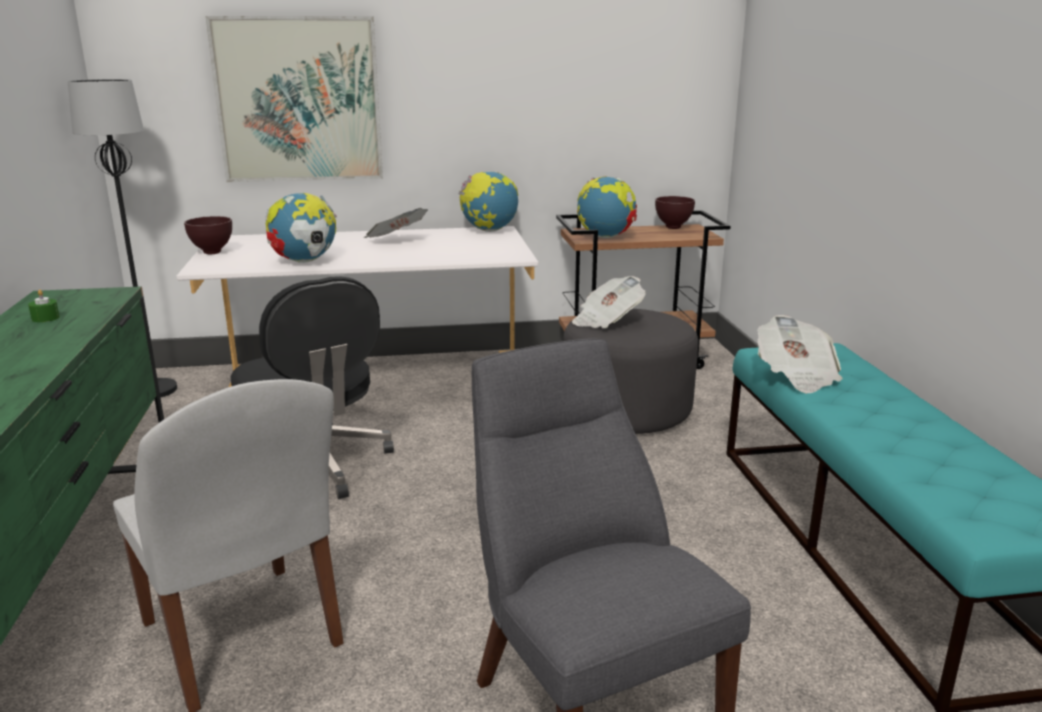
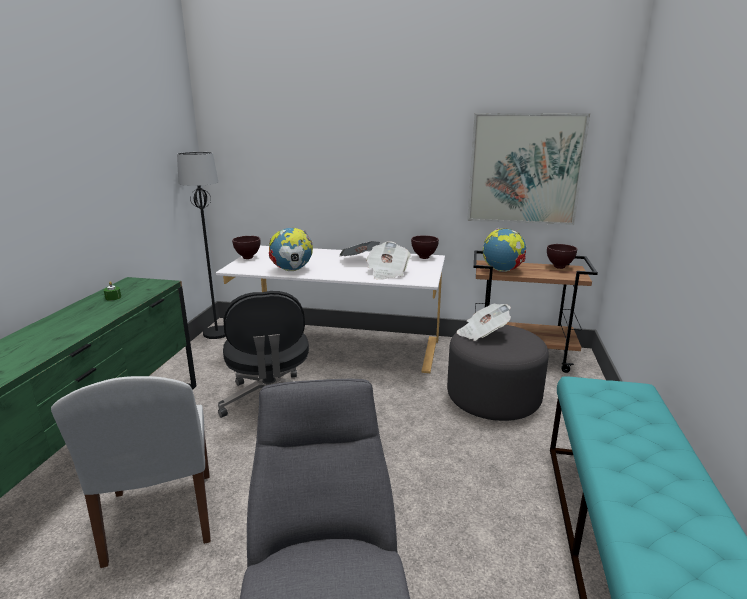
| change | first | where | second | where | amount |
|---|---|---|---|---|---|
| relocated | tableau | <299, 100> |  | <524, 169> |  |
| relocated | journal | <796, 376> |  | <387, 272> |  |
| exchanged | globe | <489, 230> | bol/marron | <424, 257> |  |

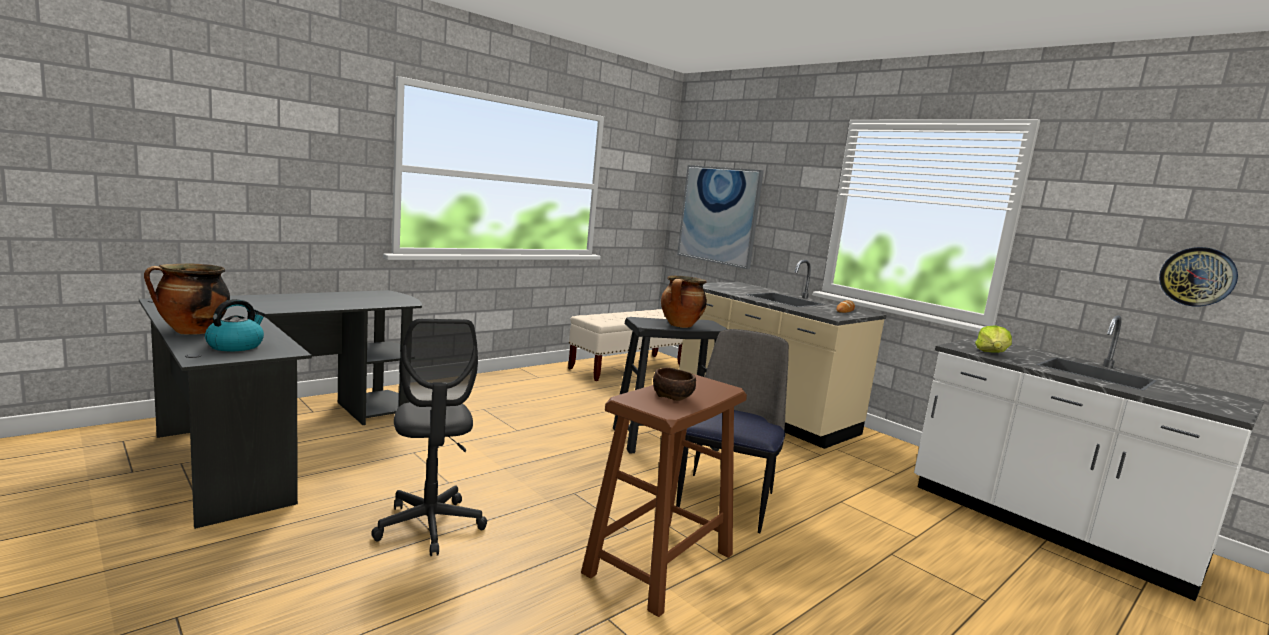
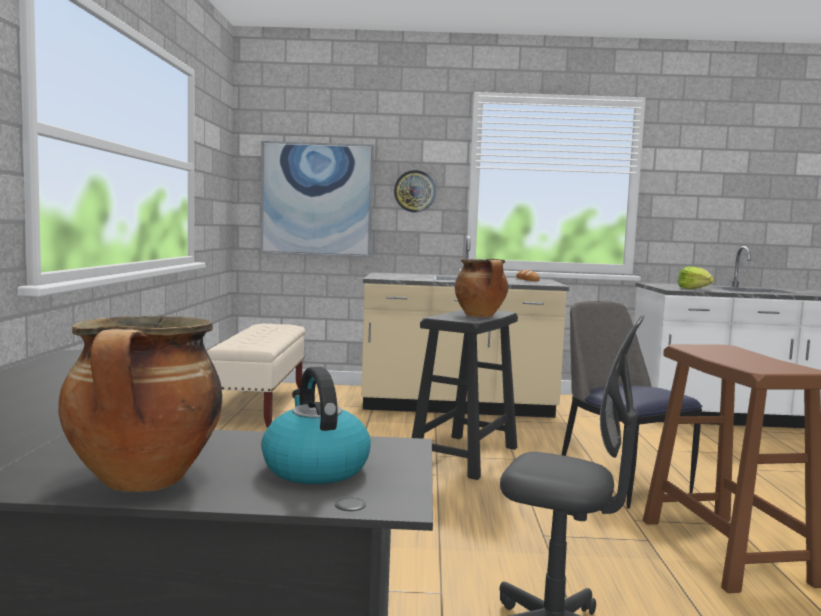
| change | first | where | second | where | amount |
|---|---|---|---|---|---|
| missing | bol/marron | <673, 396> |  |  |  |
| relocated | horloge murale | <1197, 276> |  | <414, 191> |  |

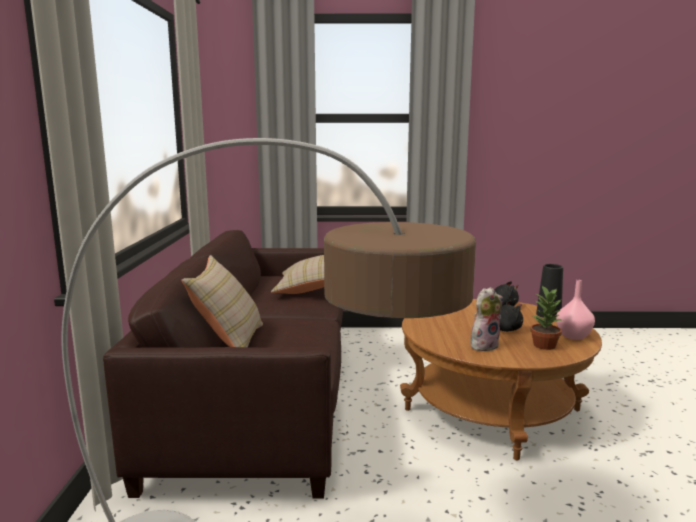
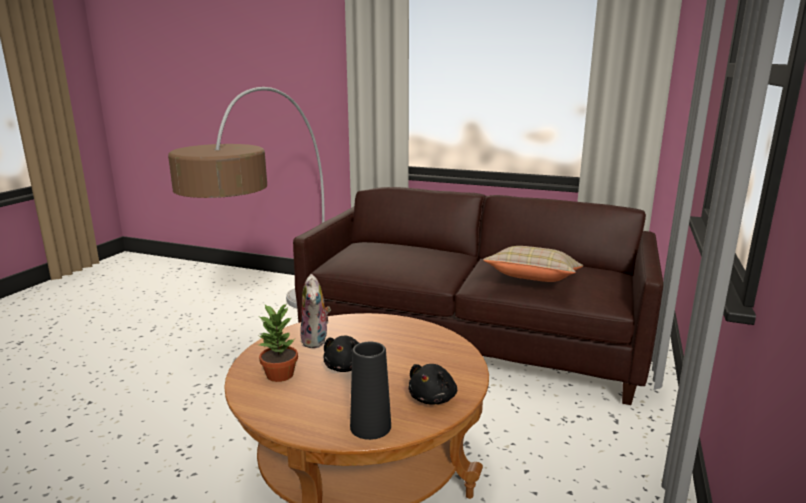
| change | first | where | second | where | amount |
|---|---|---|---|---|---|
| missing | coussin/beige | <229, 341> |  |  |  |
| missing | vase/rose | <573, 336> |  |  |  |

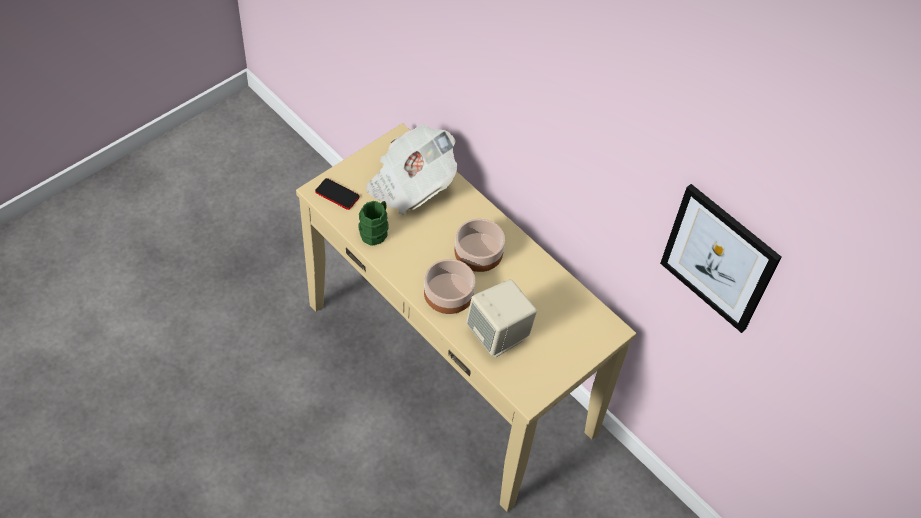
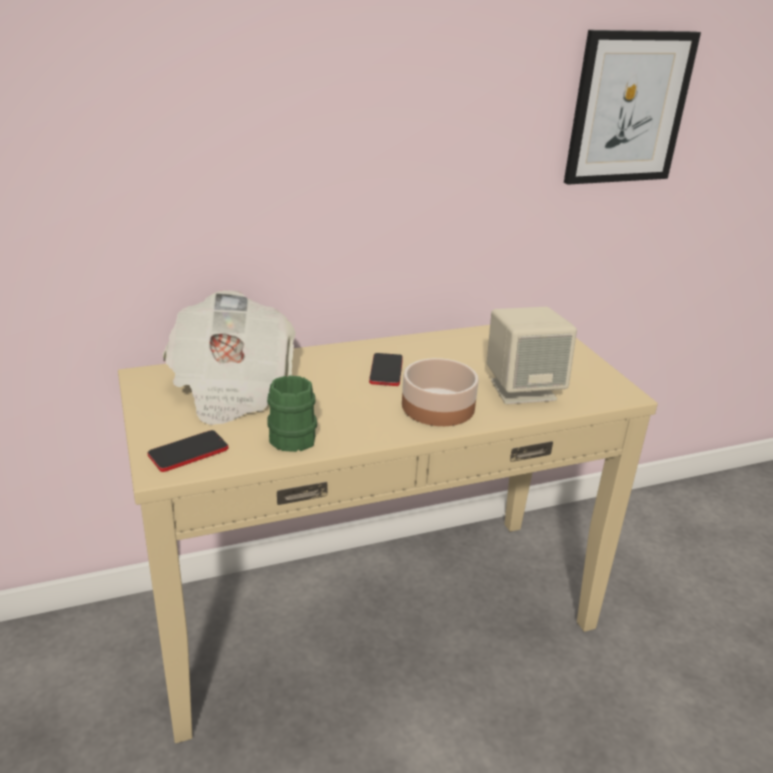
| change | first | where | second | where | amount |
|---|---|---|---|---|---|
| exchanged | bol | <479, 252> | téléphone | <386, 370> |  |

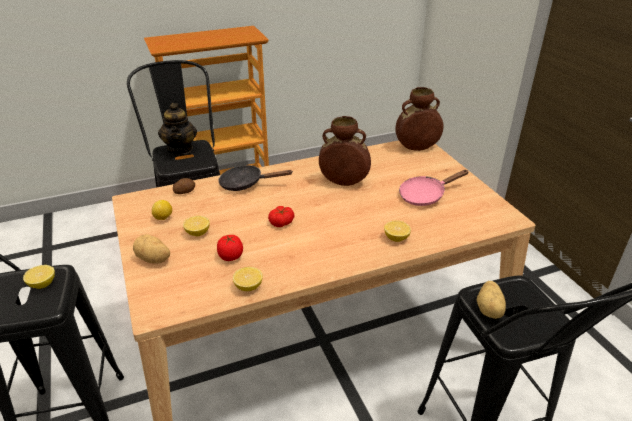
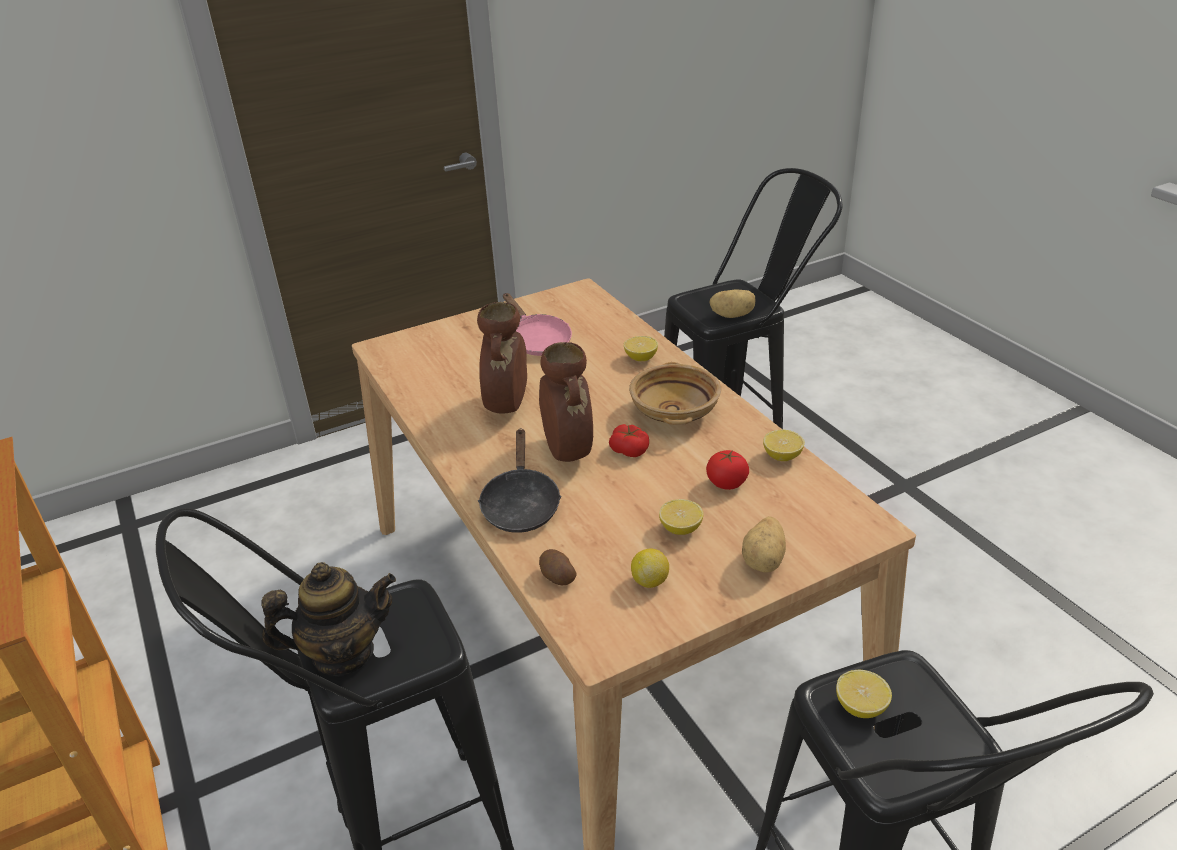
| change | first | where | second | where | amount |
|---|---|---|---|---|---|
| appeared |  |  | bol/beige | <675, 412> |  |
| relocated | vase/marron | <416, 148> |  | <567, 452> |  |

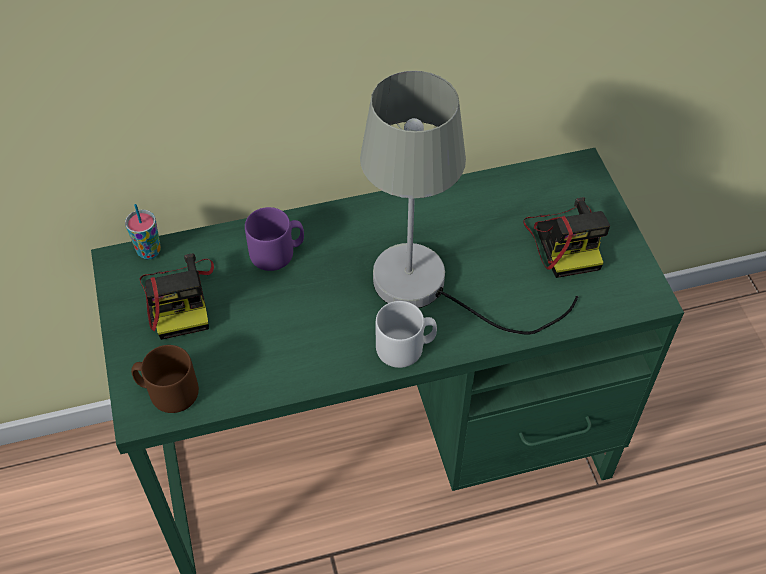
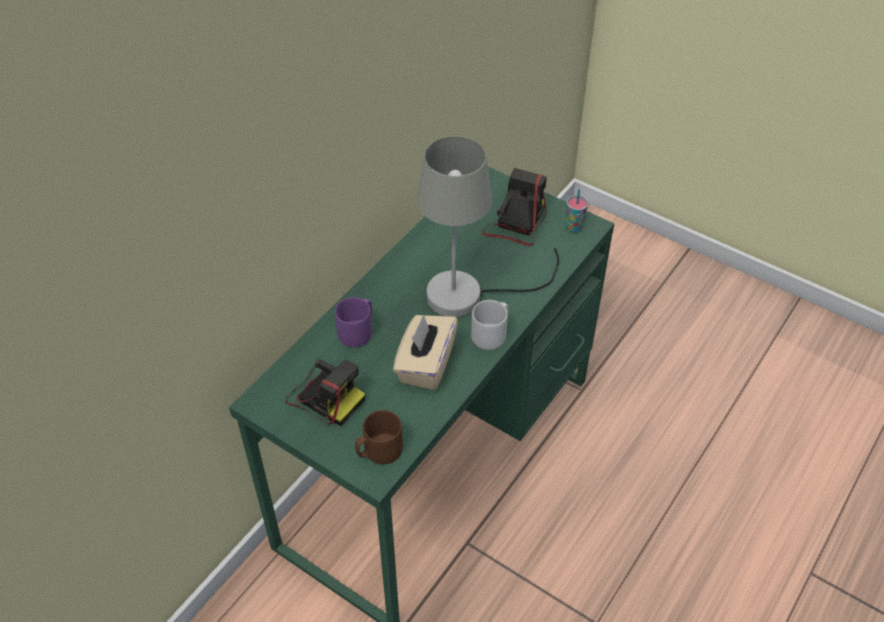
| change | first | where | second | where | amount |
|---|---|---|---|---|---|
| appeared |  |  | boîte à mouchoirs/beige | <425, 365> |  |
| relocated | tasse | <149, 251> |  | <573, 228> |  |
| spun | appareil photo | <565, 241> |  | <517, 223> | 105 degrees counterclockwise |

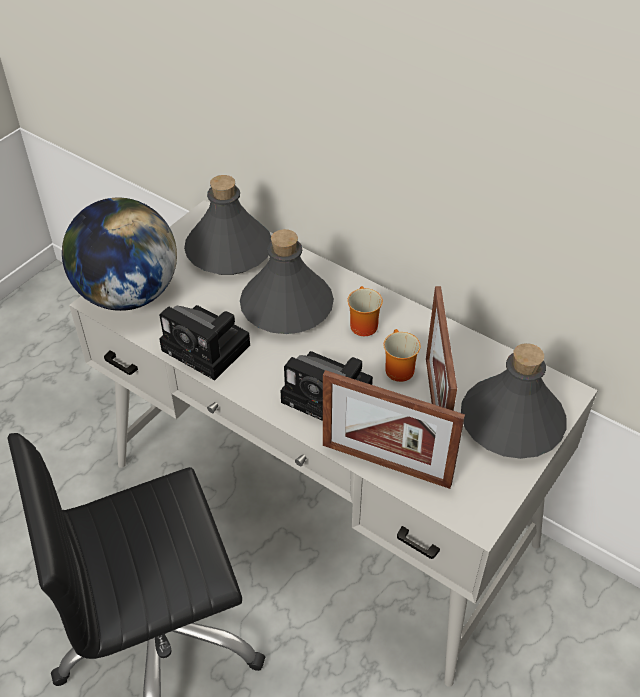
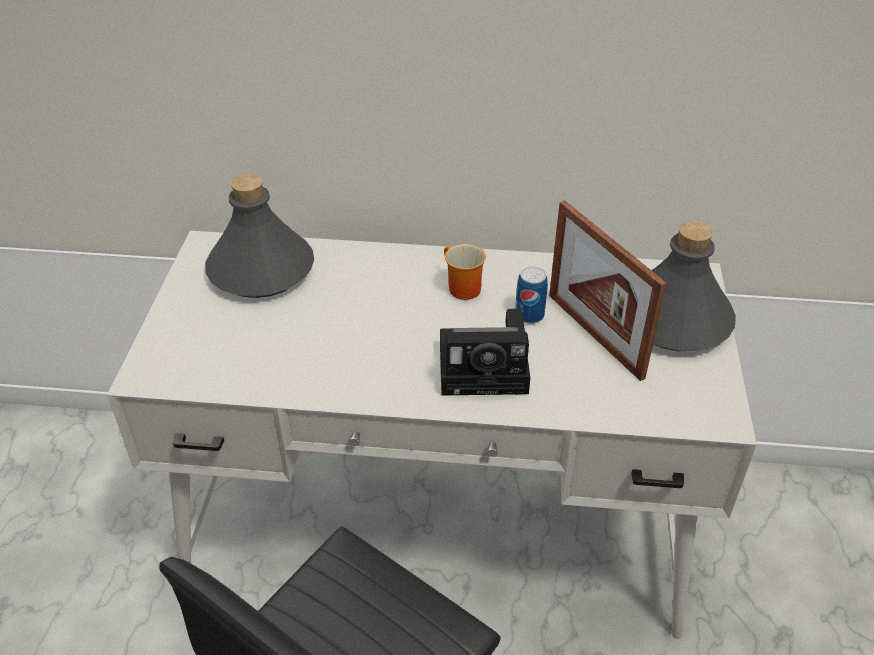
| change | first | where | second | where | amount |
|---|---|---|---|---|---|
| missing | globe | <128, 294> |  |  |  |
| missing | appareil photo | <209, 349> |  |  |  |
| missing | bouteille/gris | <286, 307> |  |  |  |
| missing | cadre photo | <386, 464> |  |  |  |
| exchanged | mug | <396, 368> | boîte métallique | <529, 315> |  |

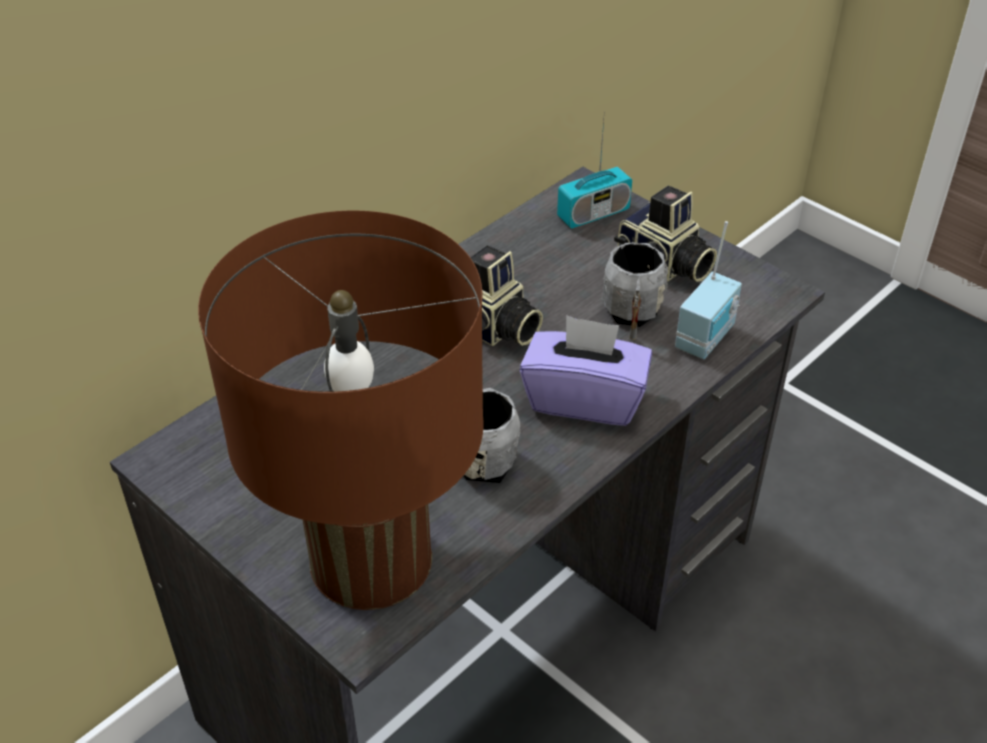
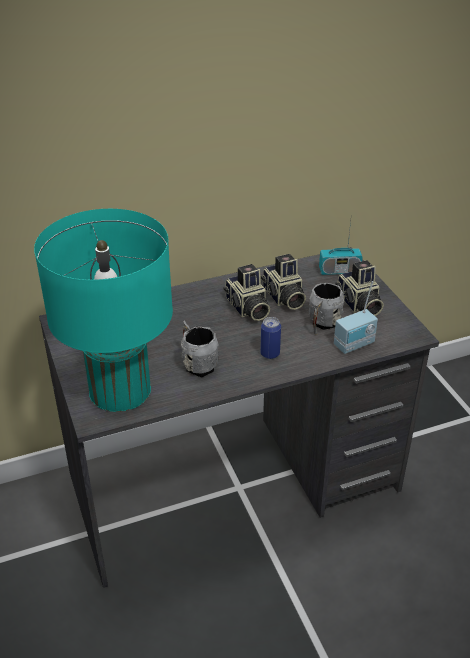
| change | first | where | second | where | amount |
|---|---|---|---|---|---|
| appeared |  |  | appareil photo | <283, 298> |  |
| exchanged | boîte à mouchoirs/violet | <584, 399> | boîte métallique | <270, 354> |  |
| colour | lampe de table/marron | <370, 559> | lampe de table/turquoise | <119, 390> |  |

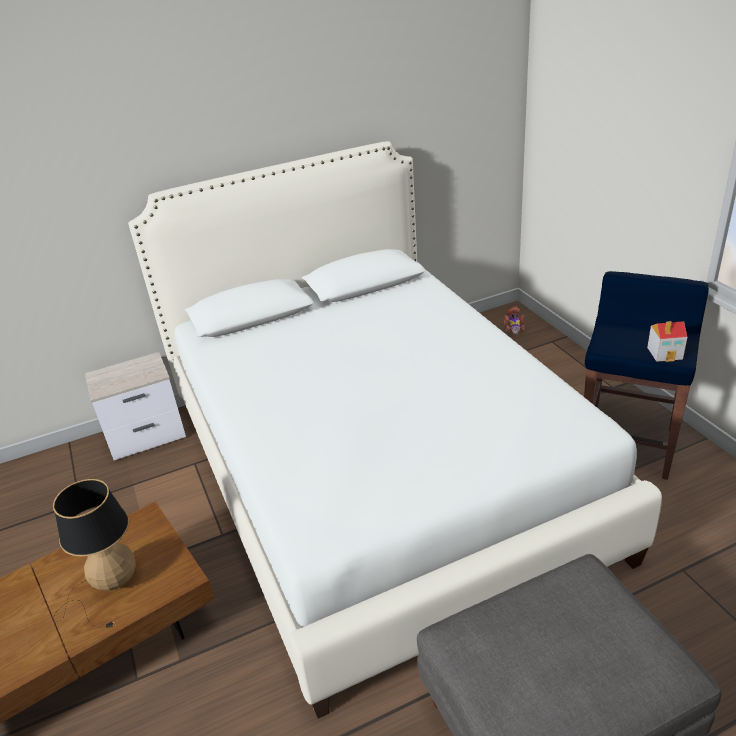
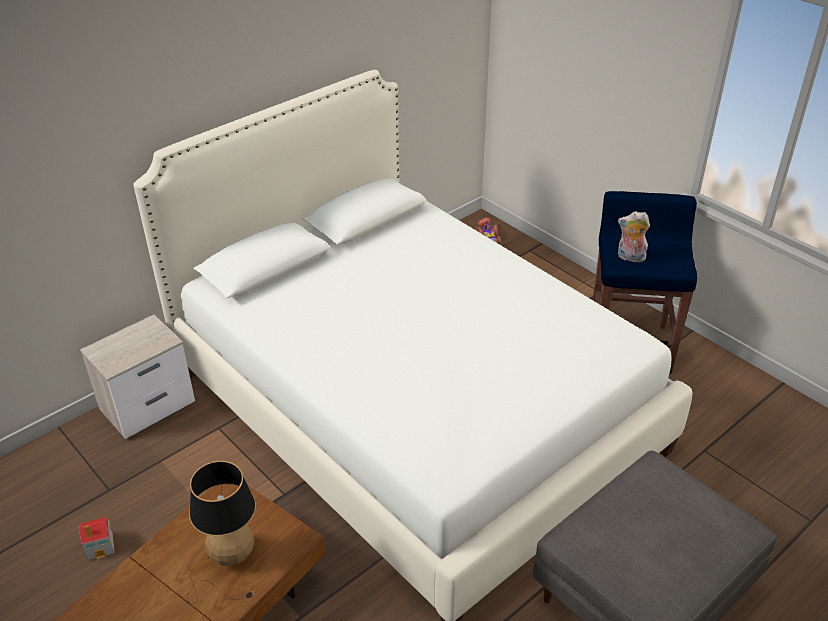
| change | first | where | second | where | amount |
|---|---|---|---|---|---|
| appeared |  |  | peluche | <630, 258> |  |
| relocated | maison miniature | <665, 353> |  | <100, 546> |  |

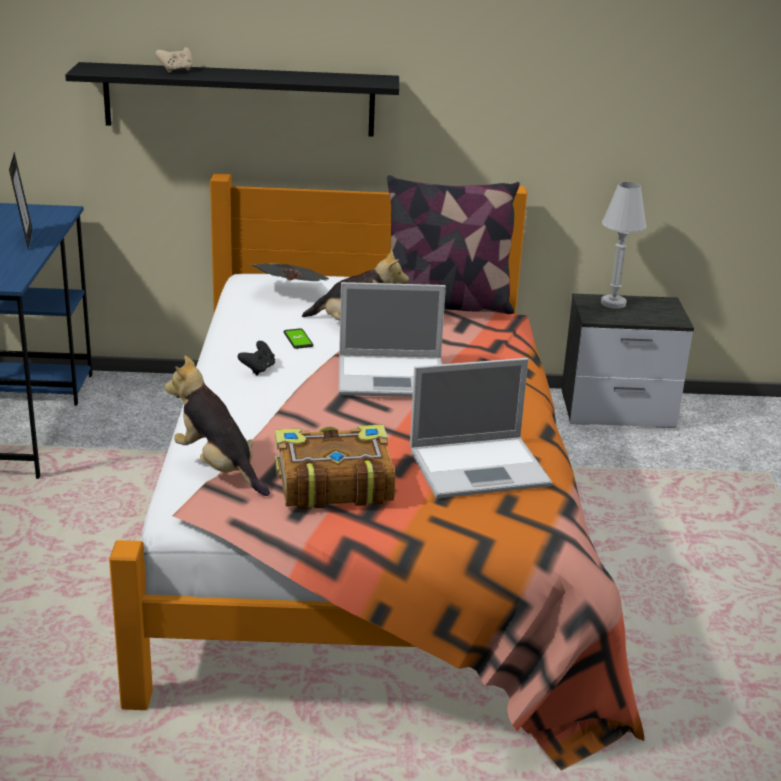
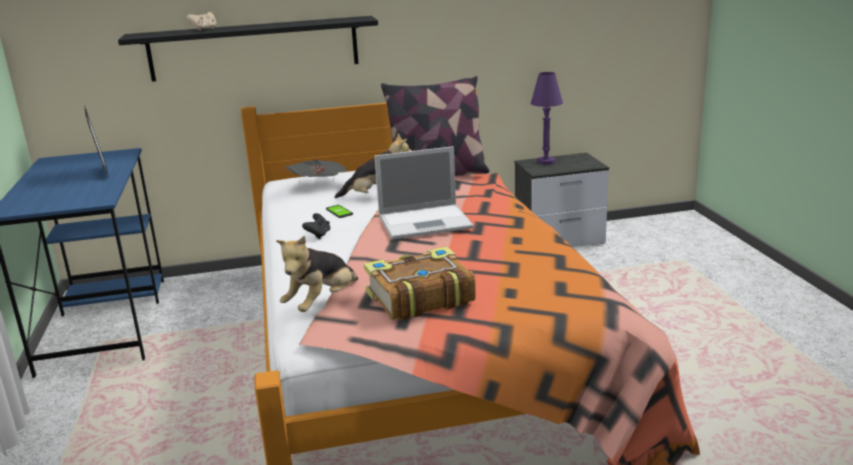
| change | first | where | second | where | amount |
|---|---|---|---|---|---|
| missing | ordinateur portable | <481, 467> |  |  |  |
| colour | lampe de table/blanc | <613, 303> | lampe de table/violet | <546, 162> |  |
| spun | peluche | <218, 467> |  | <321, 303> | 90 degrees counterclockwise |

